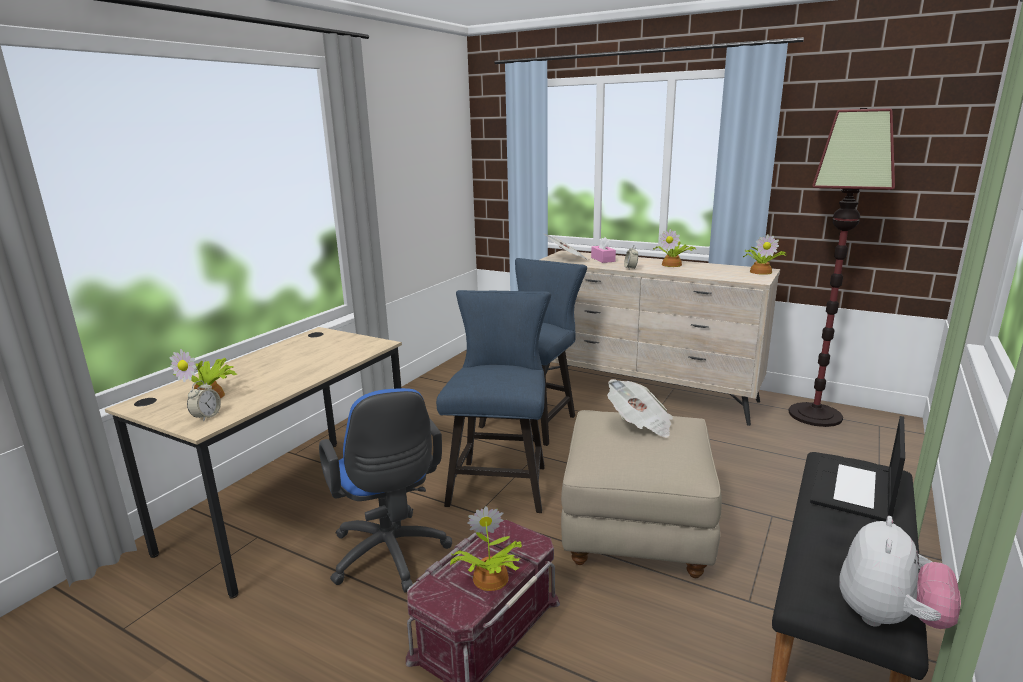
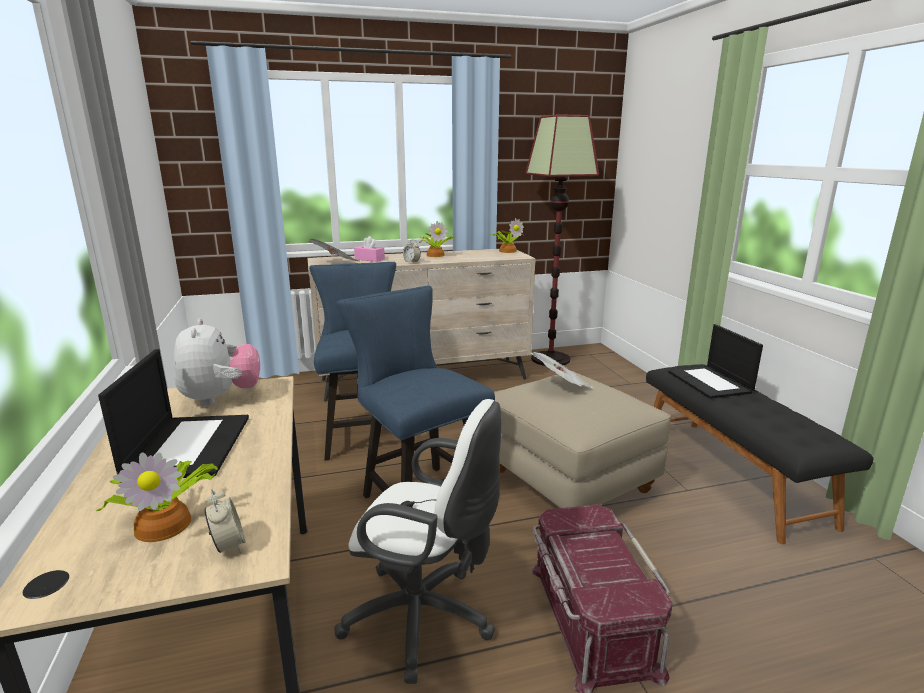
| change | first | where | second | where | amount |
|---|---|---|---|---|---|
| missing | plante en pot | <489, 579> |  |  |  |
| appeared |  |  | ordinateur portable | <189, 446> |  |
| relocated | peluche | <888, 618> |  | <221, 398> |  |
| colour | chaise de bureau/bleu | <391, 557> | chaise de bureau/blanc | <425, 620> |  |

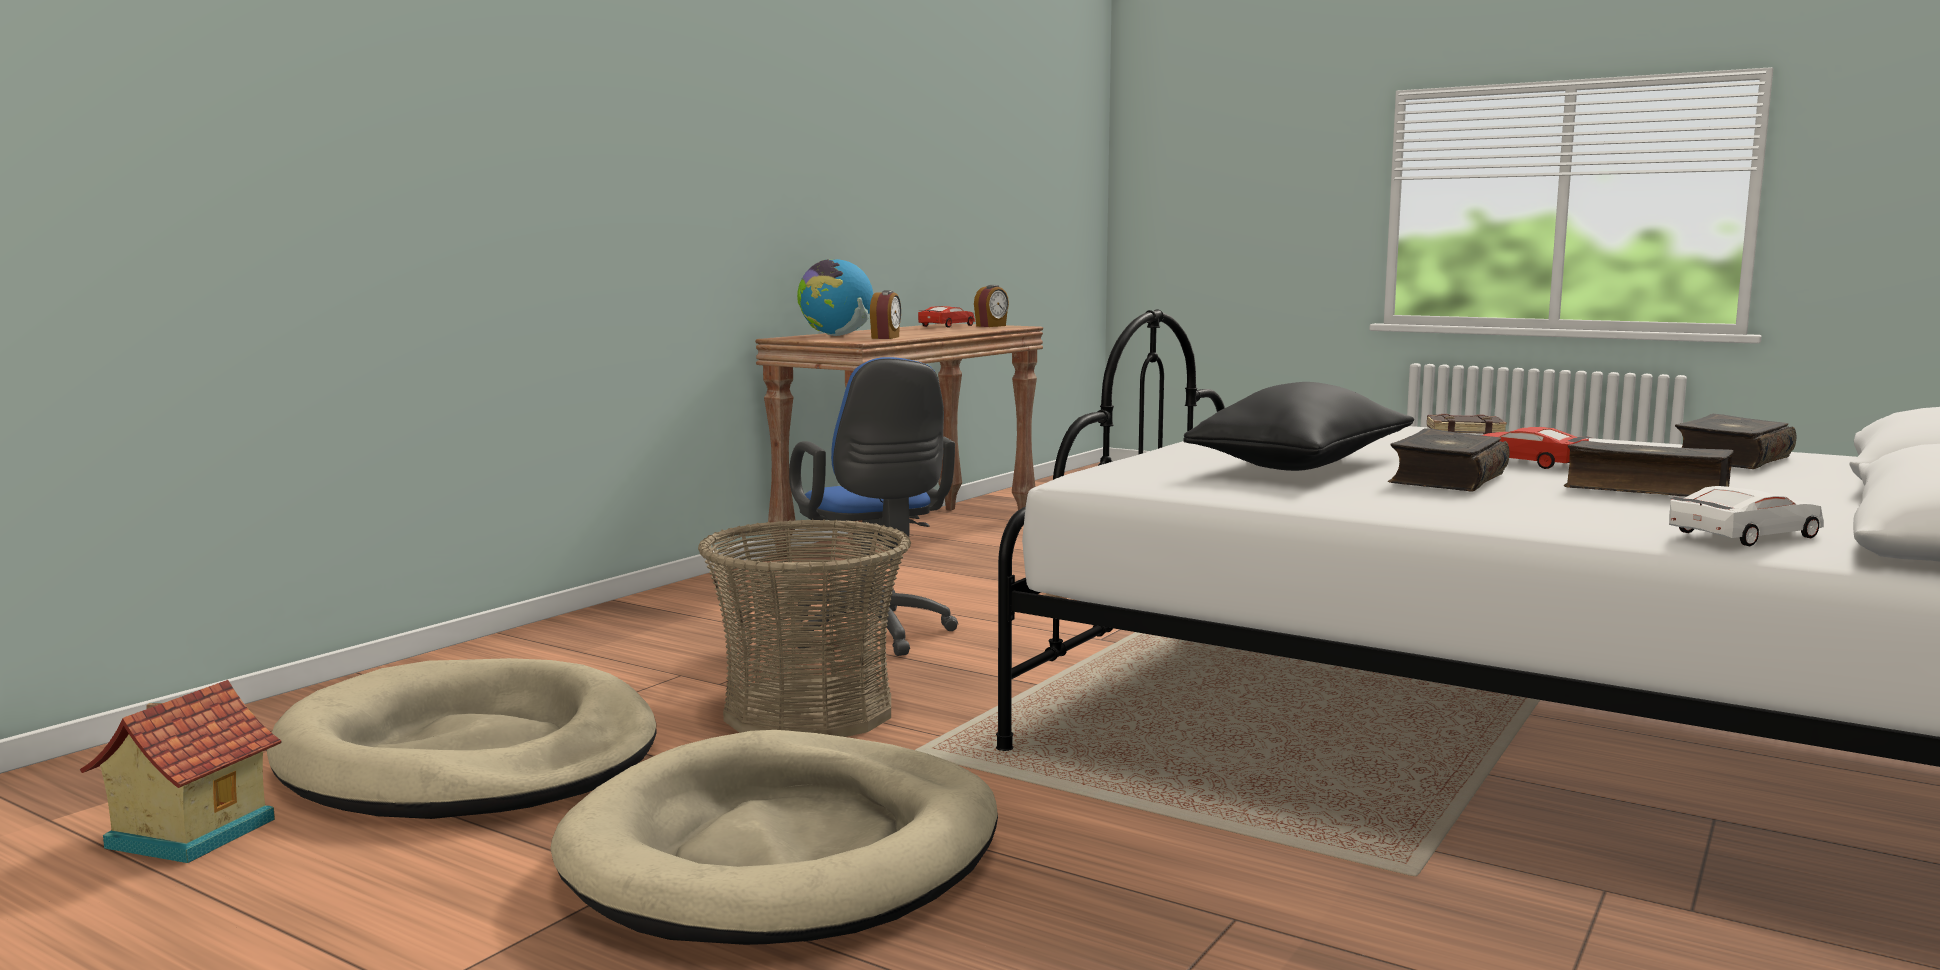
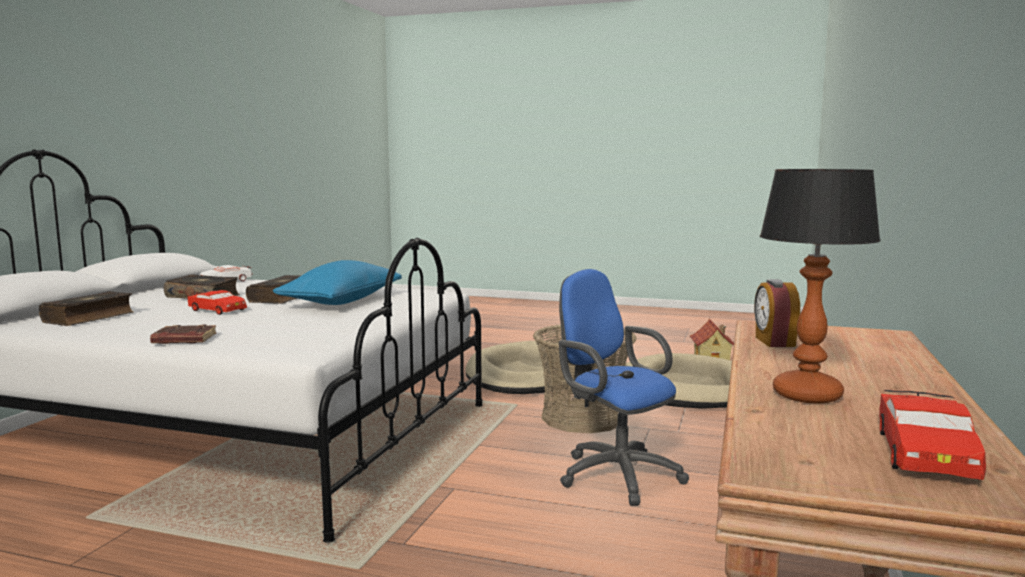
| change | first | where | second | where | amount |
|---|---|---|---|---|---|
| missing | globe | <836, 335> |  |  |  |
| missing | réveil | <991, 326> |  |  |  |
| appeared |  |  | lampe de table | <808, 395> |  |
| colour | coussin/noir | <1302, 467> | coussin/bleu | <341, 302> |  |

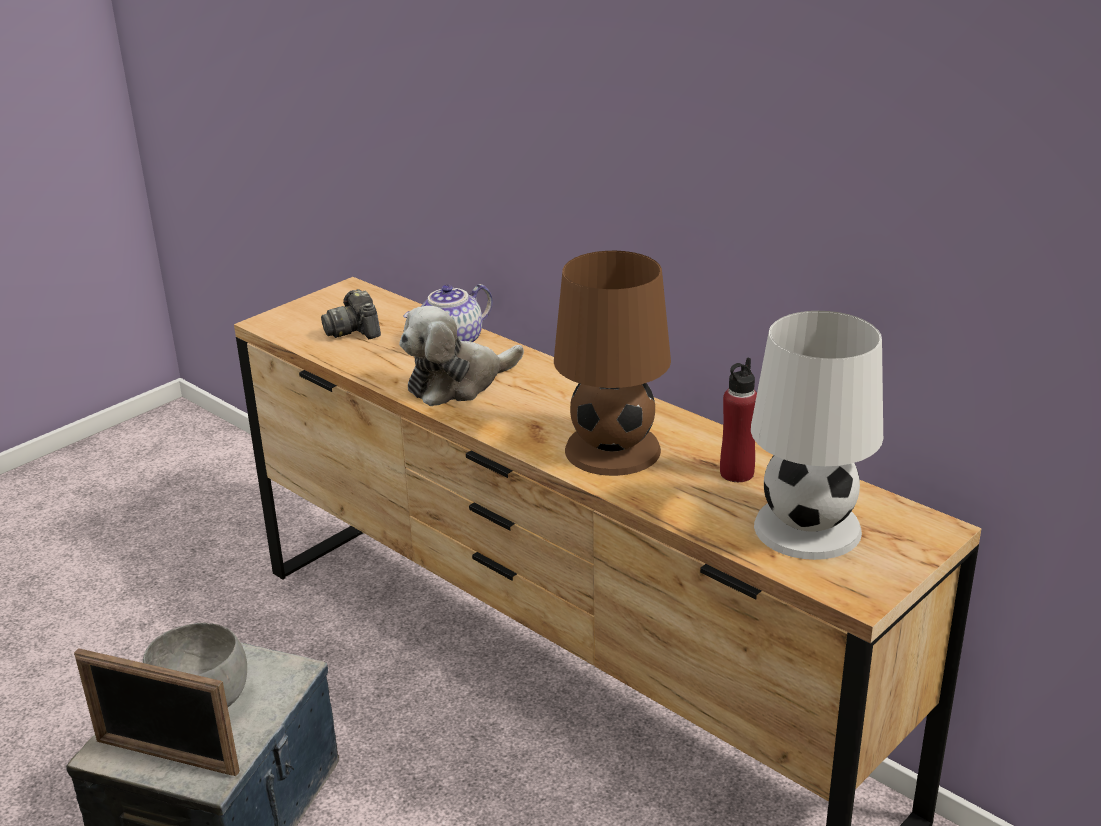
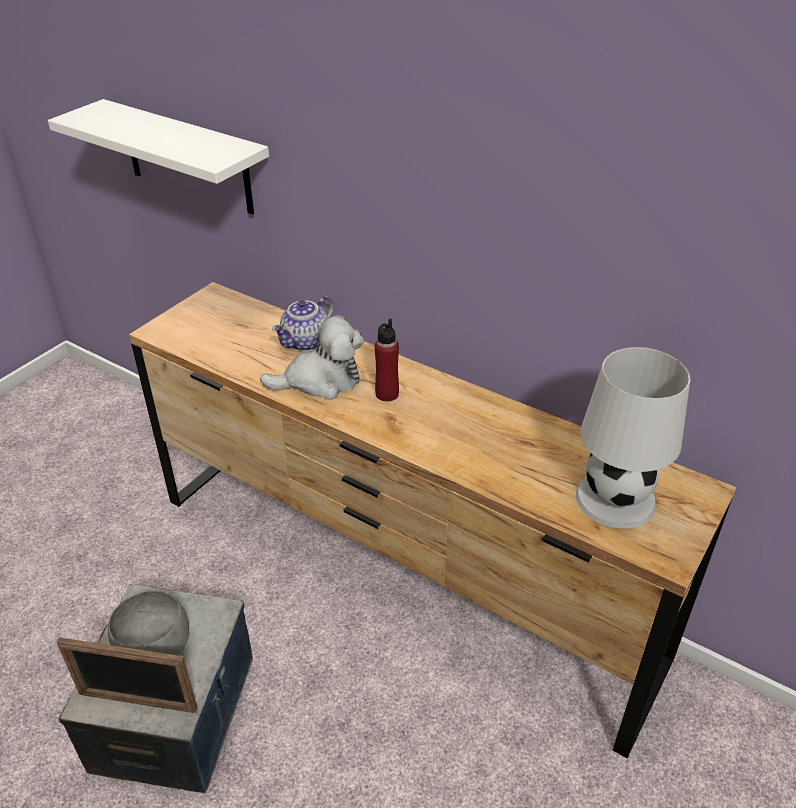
| change | first | where | second | where | amount |
|---|---|---|---|---|---|
| missing | appareil photo | <354, 330> |  |  |  |
| missing | lampe de table/marron | <611, 450> |  |  |  |
| appeared |  |  | étagère/blanc | <187, 158> |  |
| relocated | bouteille/rouge | <736, 473> |  | <387, 394> |  |
| spun | peluche | <458, 383> |  | <320, 381> | 150 degrees counterclockwise |

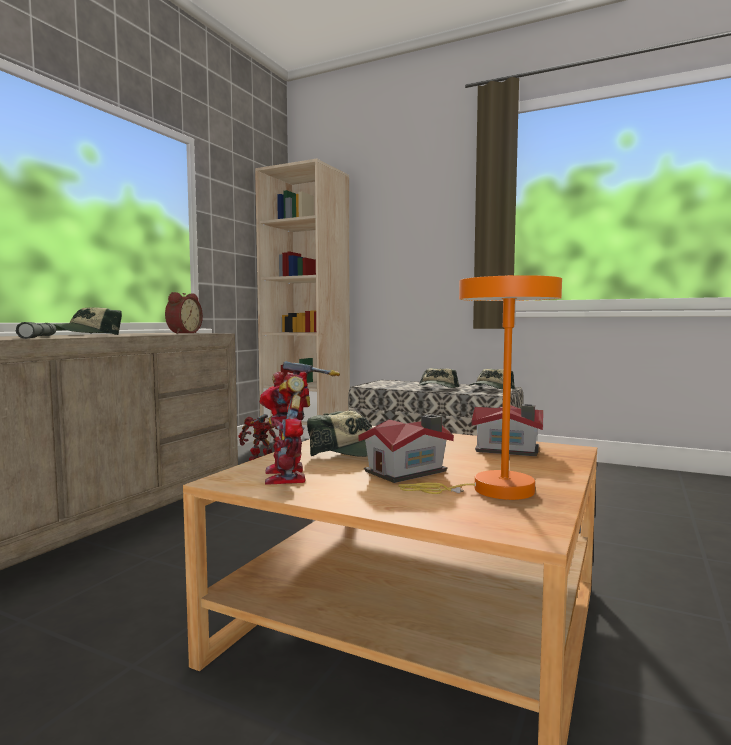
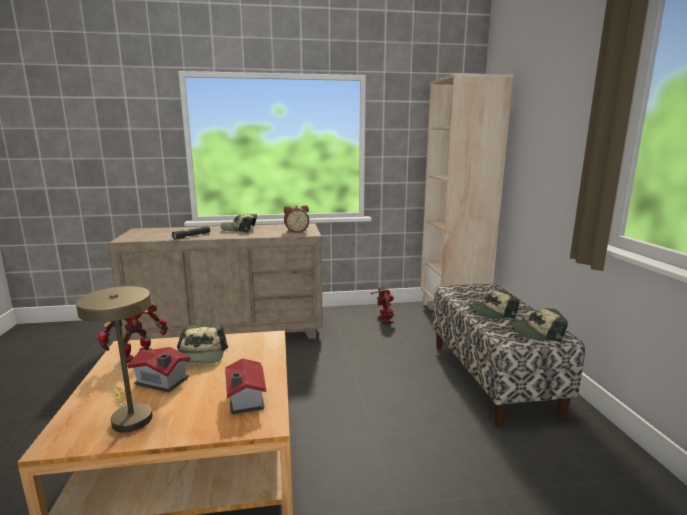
| change | first | where | second | where | amount |
|---|---|---|---|---|---|
| colour | lampe de table/orange | <492, 490> | lampe de table/beige | <129, 417> |  |

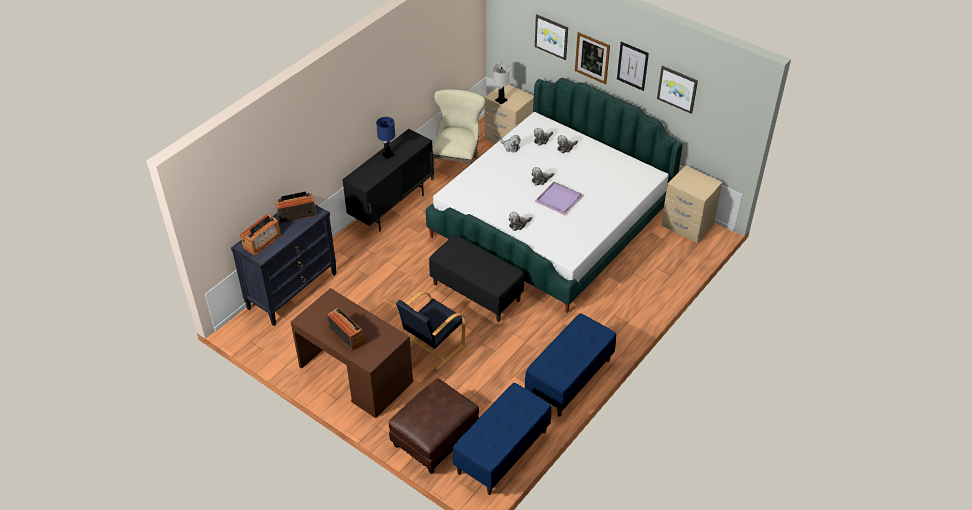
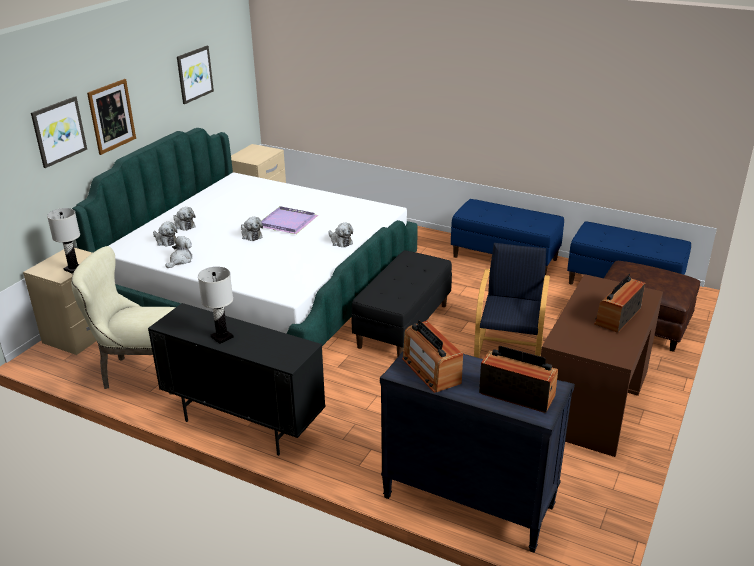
| change | first | where | second | where | amount |
|---|---|---|---|---|---|
| missing | tableau | <632, 66> |  |  |  |
| colour | lampe de table/bleu | <388, 155> | lampe de table/blanc | <222, 337> |  |
| spun | fauteuil/noir | <431, 346> |  | <509, 346> | 105 degrees counterclockwise |

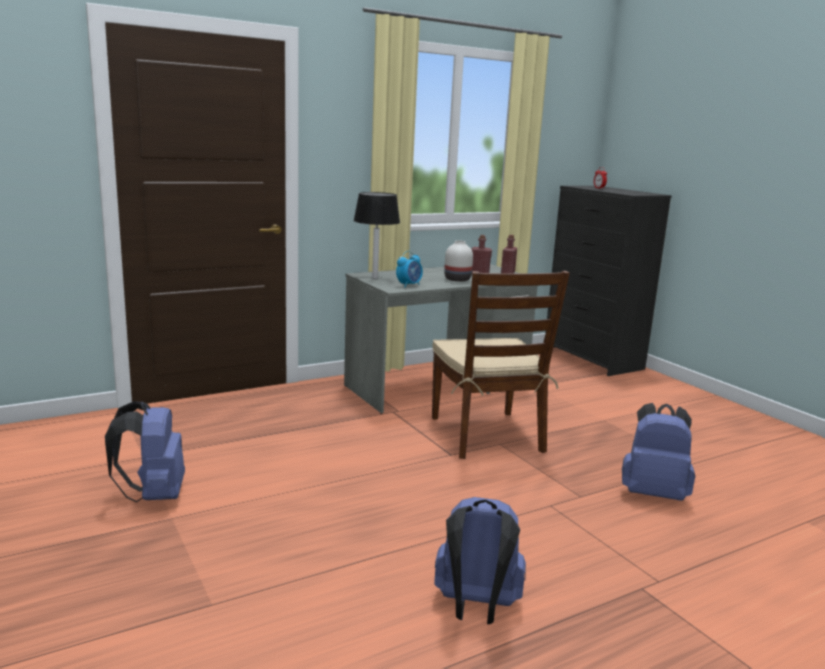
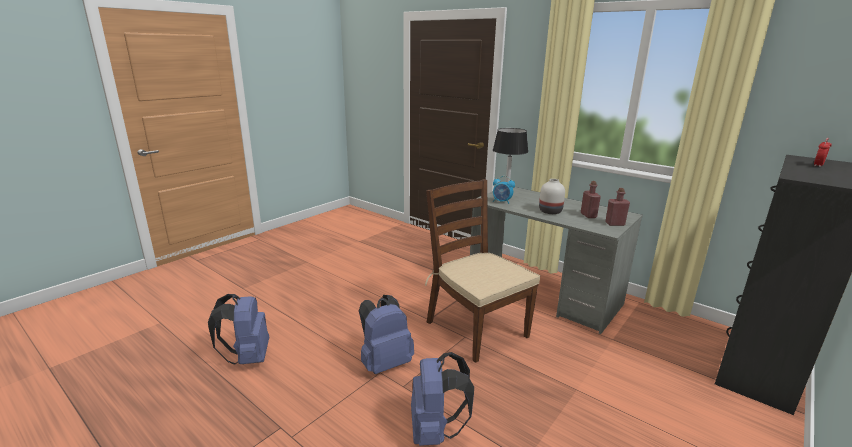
| change | first | where | second | where | amount |
|---|---|---|---|---|---|
| relocated | sac à dos/bleu | <154, 495> |  | <385, 363> |  |
| spun | chaise/marron | <487, 434> |  | <475, 328> | 90 degrees clockwise |

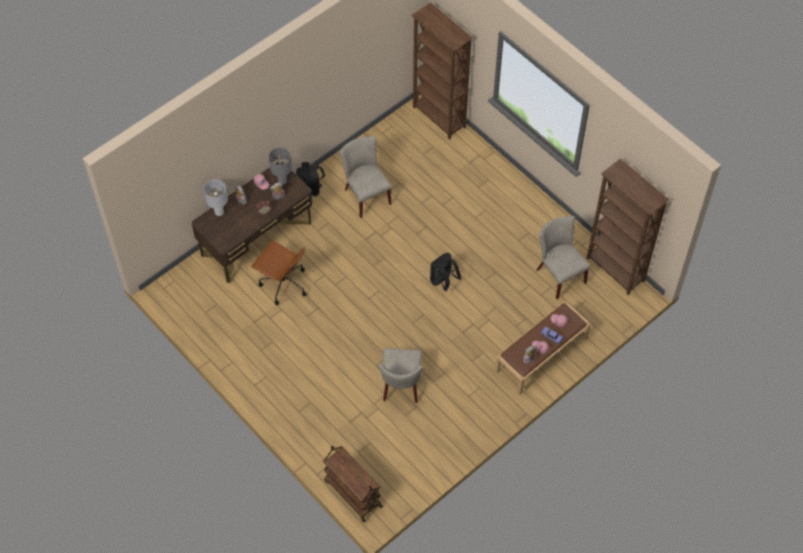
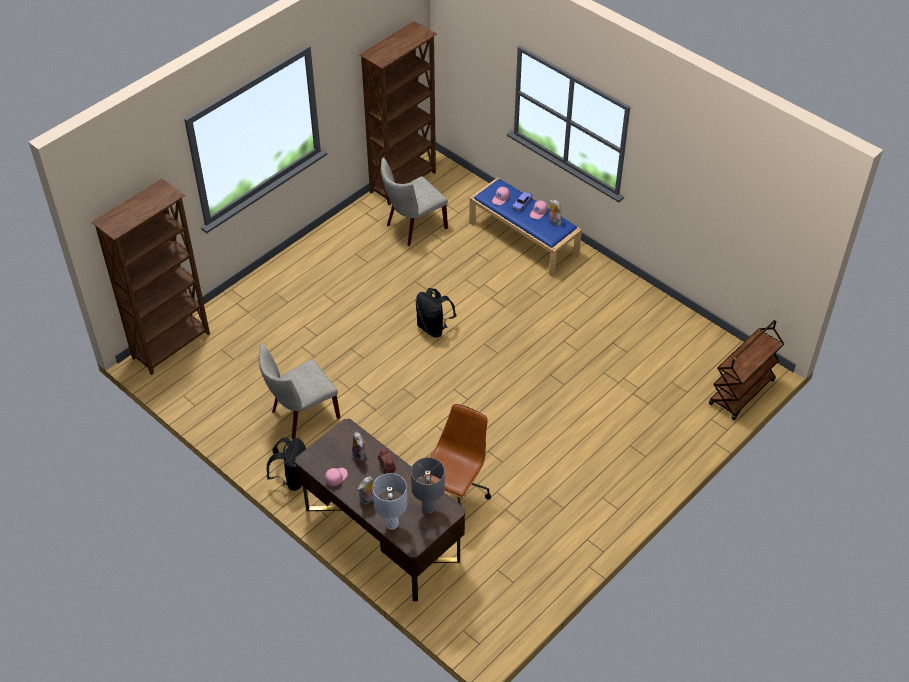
| change | first | where | second | where | amount |
|---|---|---|---|---|---|
| missing | chaise/beige | <401, 386> |  |  |  |
| relocated | lampe de table/gris | <282, 181> |  | <428, 508> |  |
| colour | banc/marron | <541, 355> | banc/bleu | <524, 239> |  |

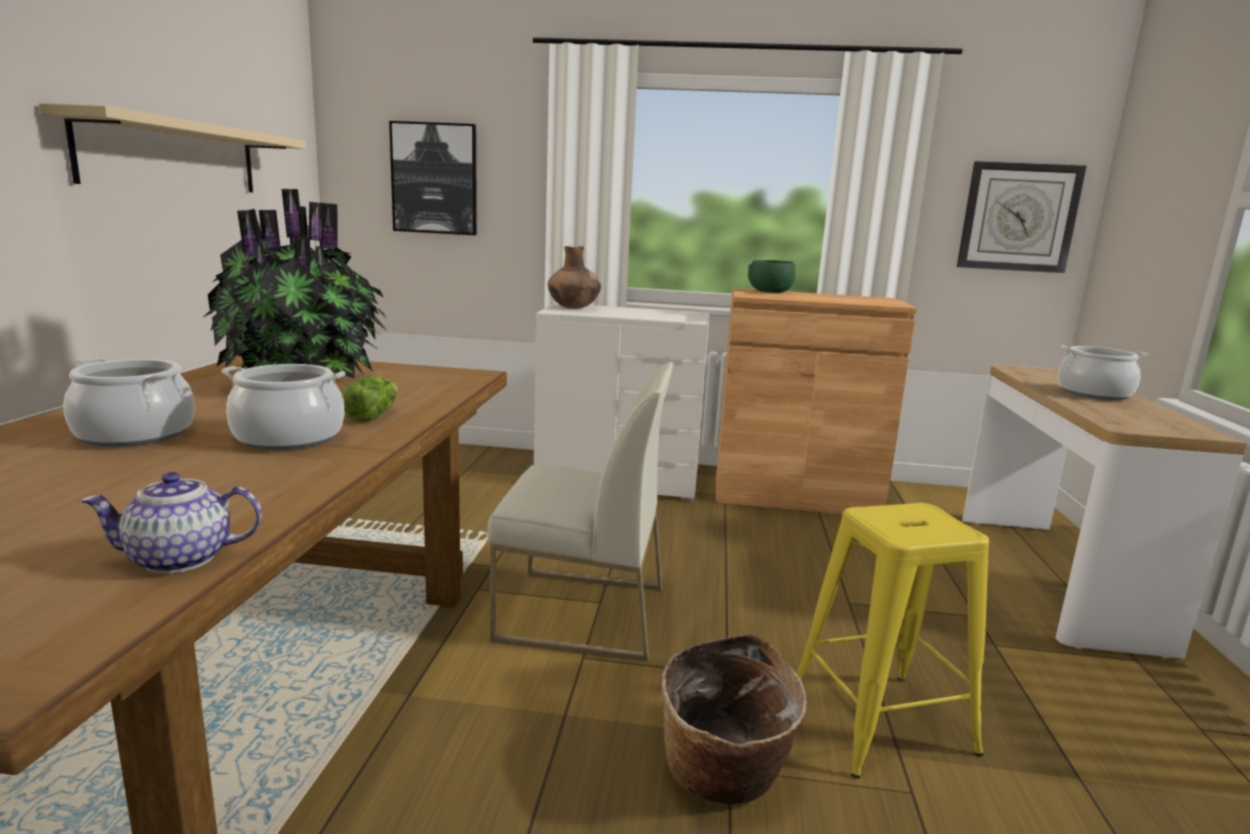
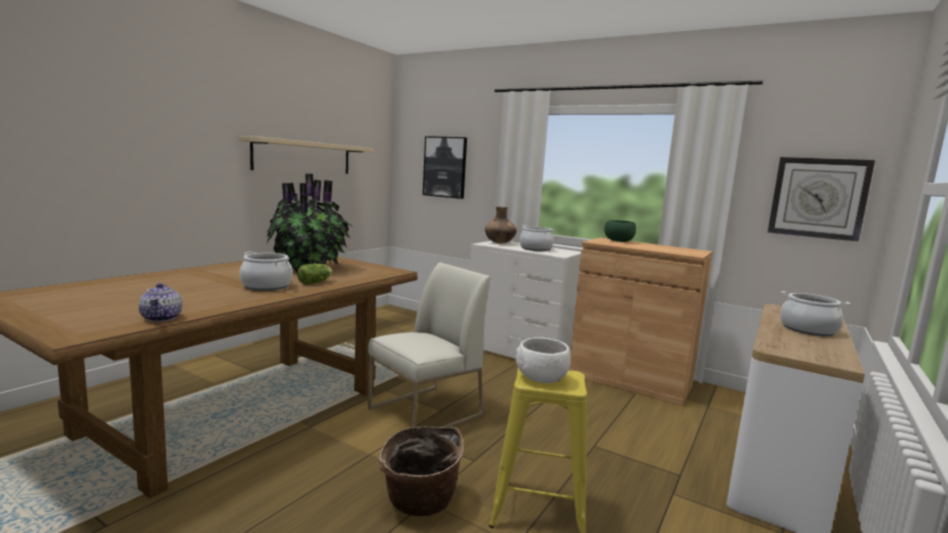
| change | first | where | second | where | amount |
|---|---|---|---|---|---|
| appeared |  |  | bol/blanc | <541, 378> |  |
| relocated | marmite | <135, 434> |  | <535, 249> |  |
| spun | théière | <181, 559> |  | <162, 318> | 120 degrees counterclockwise |
| spun | chaise/blanc | <580, 614> |  | <425, 413> | 75 degrees counterclockwise |

